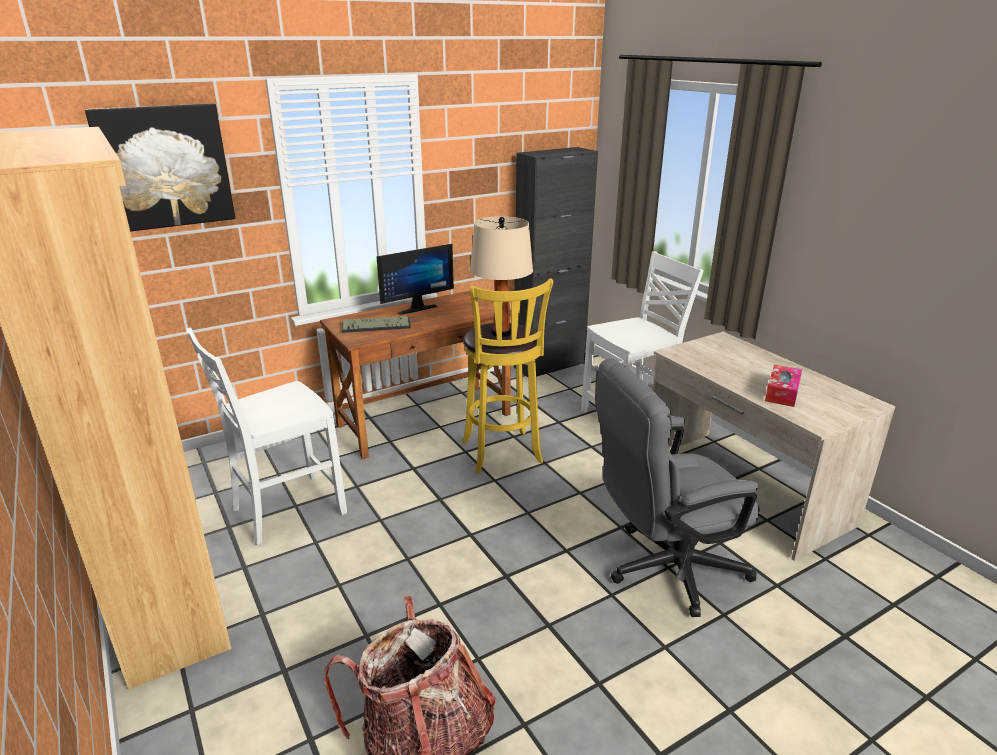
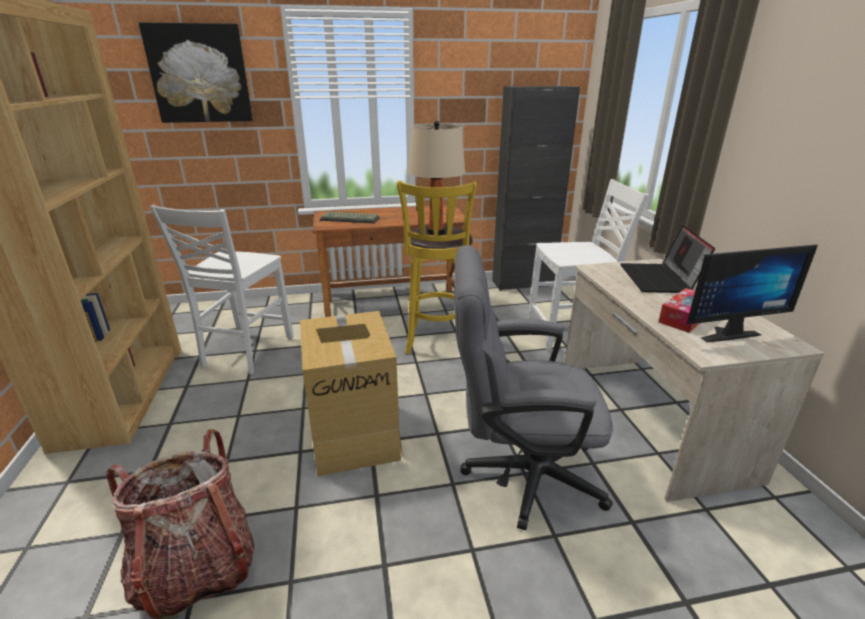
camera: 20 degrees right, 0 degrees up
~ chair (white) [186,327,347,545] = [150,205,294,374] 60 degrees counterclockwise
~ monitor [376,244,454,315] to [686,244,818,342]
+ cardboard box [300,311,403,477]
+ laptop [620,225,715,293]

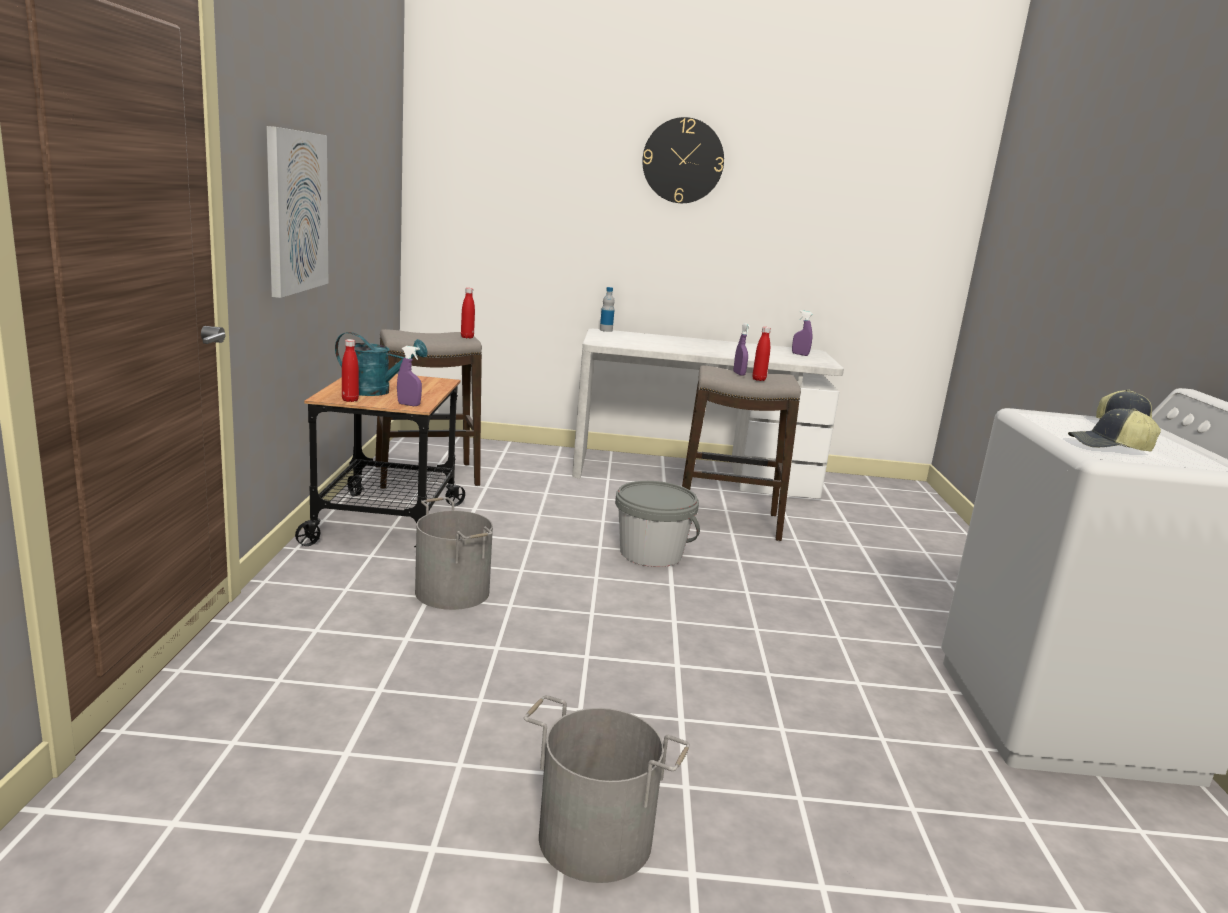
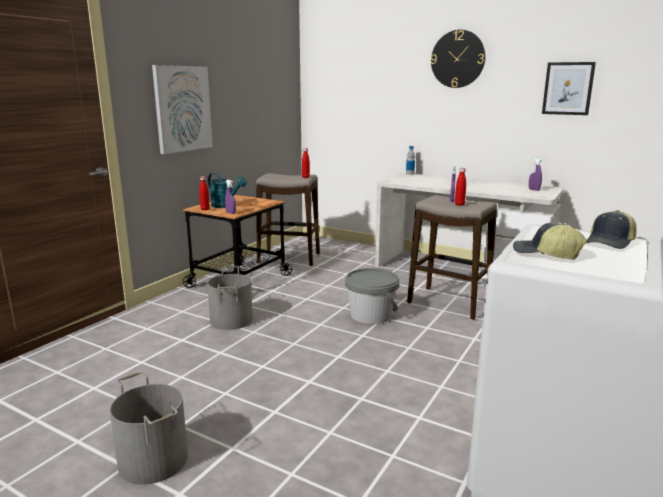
camera: 30 degrees right, 0 degrees up
+ picture [542,62,596,115]

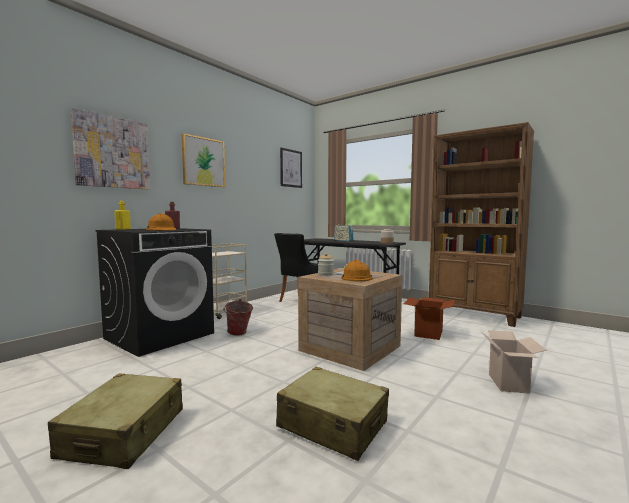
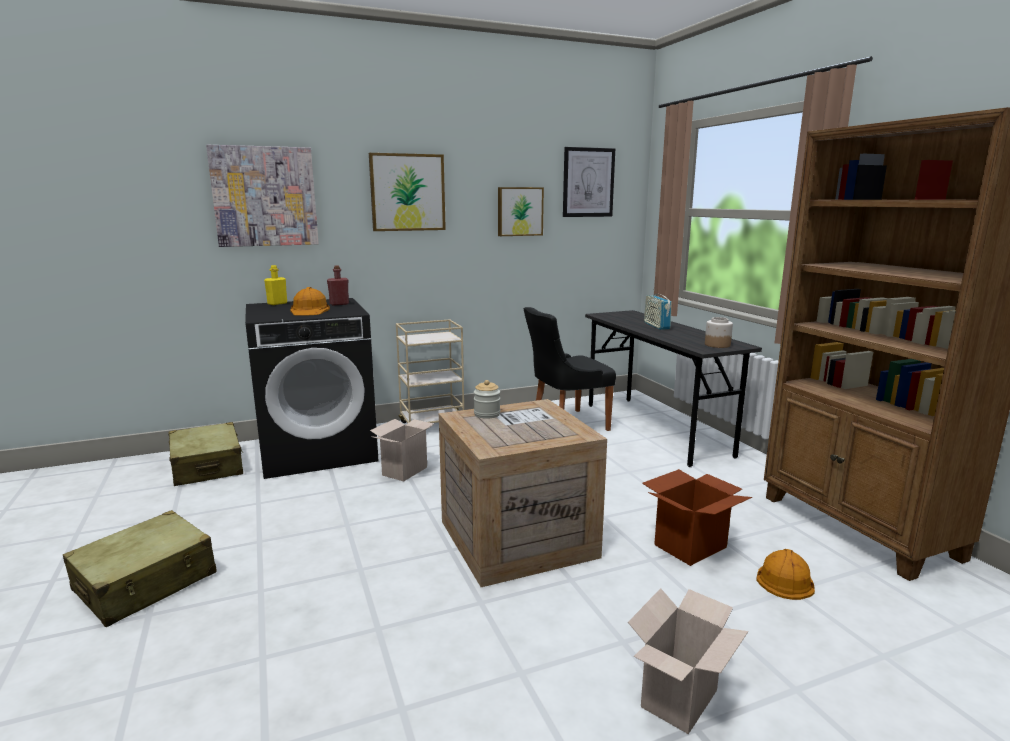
camera: 30 degrees right, 10 degrees up
~ bucket [223,299,253,336] to cardboard box [370,419,433,482]
~ suitcase (beige) [276,367,389,461] to [169,422,243,486]
~ hard hat (orange) [342,260,373,281] to [756,549,815,600]
+ picture [498,187,544,236]

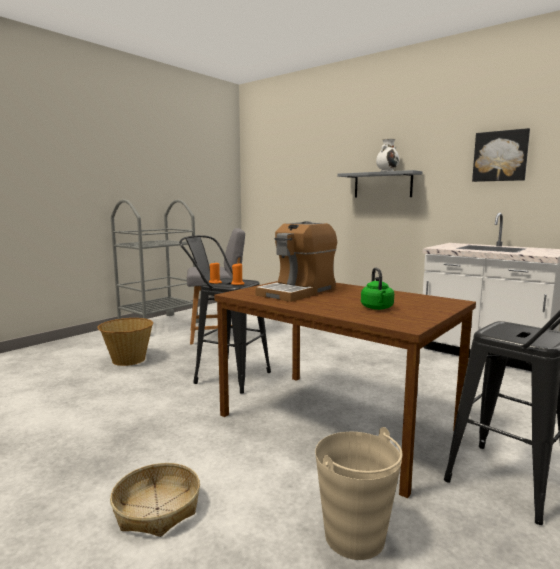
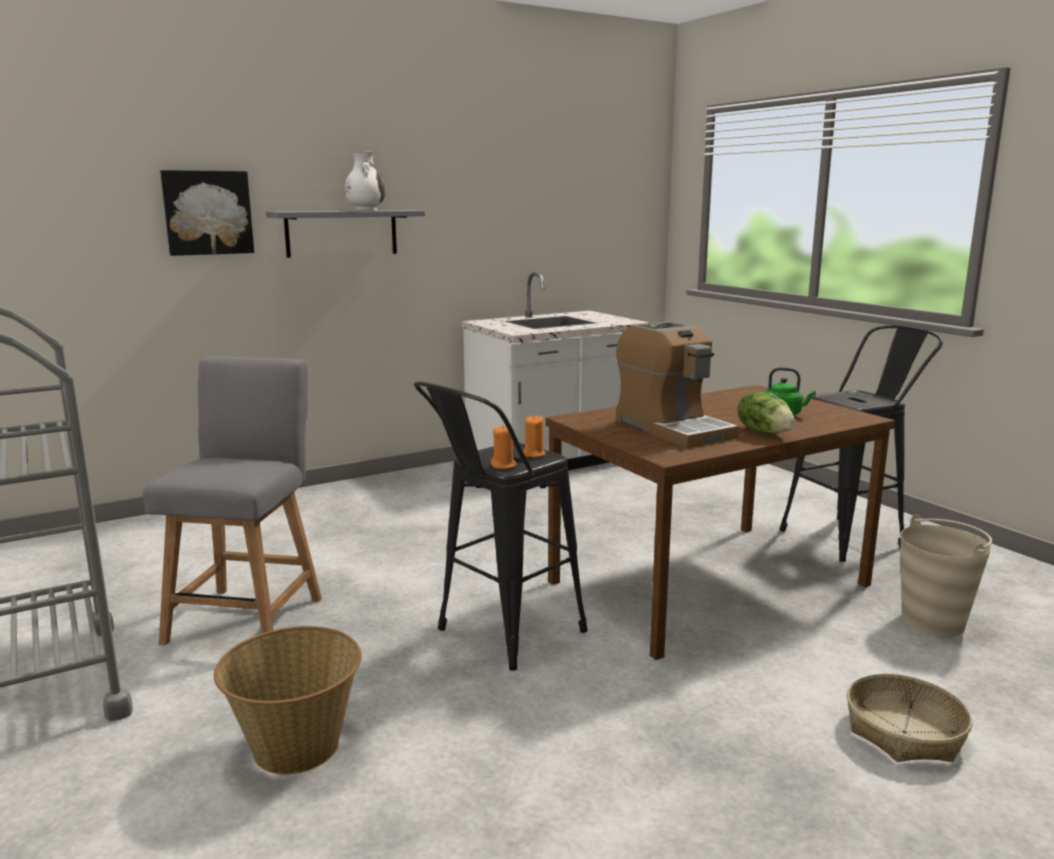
camera: 70 degrees left, 5 degrees up
~ picture [472,128,530,182] to [160,170,254,256]
+ lettuce [738,392,795,434]

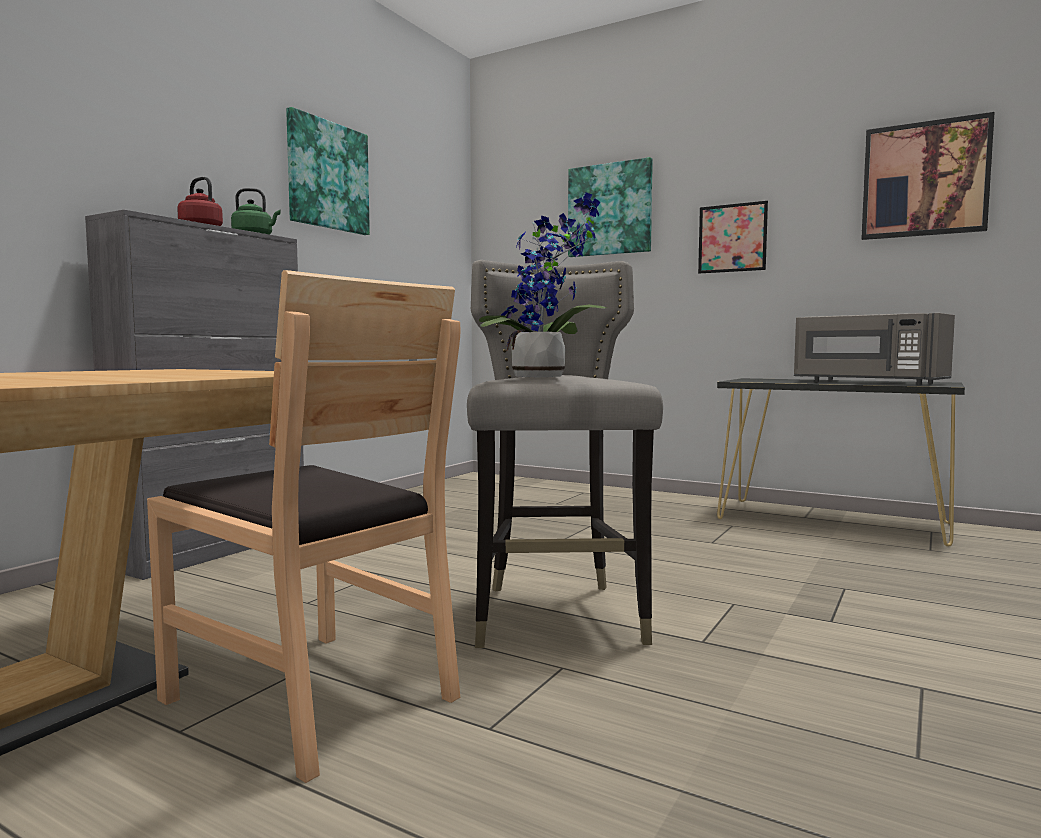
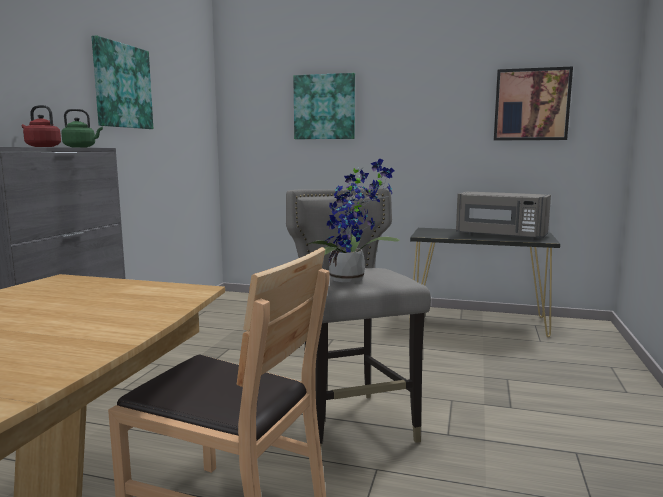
camera: 15 degrees left, 5 degrees up
- picture [698,201,768,273]

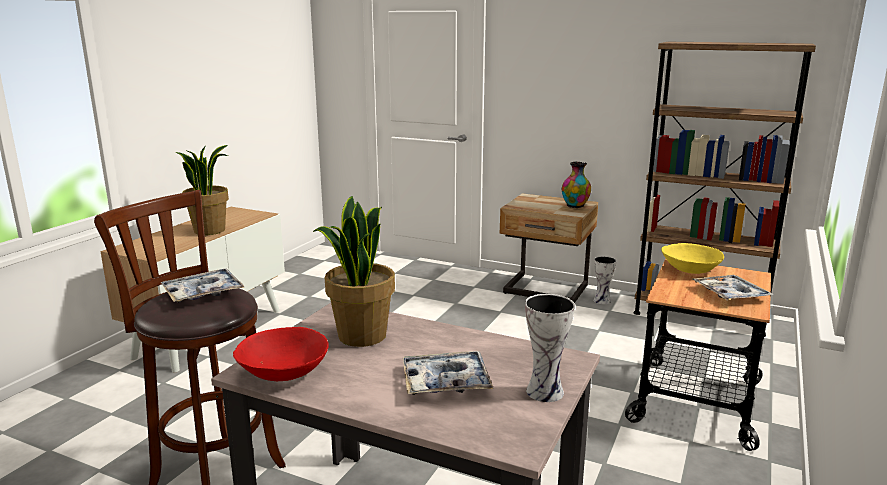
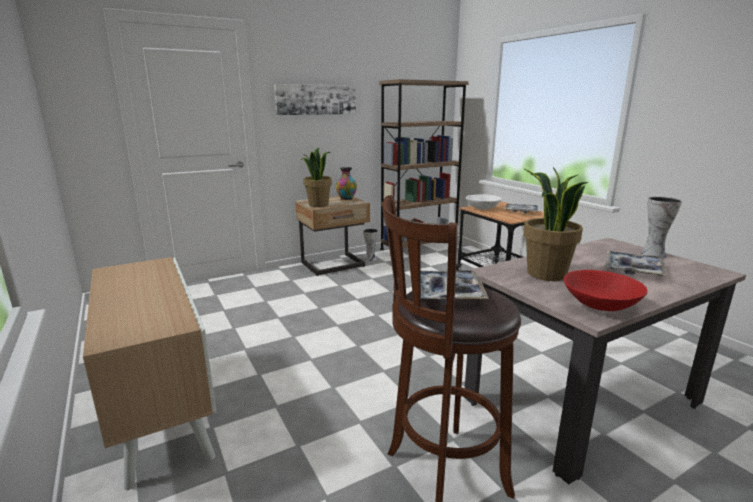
camera: 55 degrees left, 0 degrees up
~ potted plant [176,145,229,235] to [301,148,332,207]
~ bowl (yellow) [661,243,724,274] to bowl (white) [466,194,502,210]
+ picture [274,84,356,115]

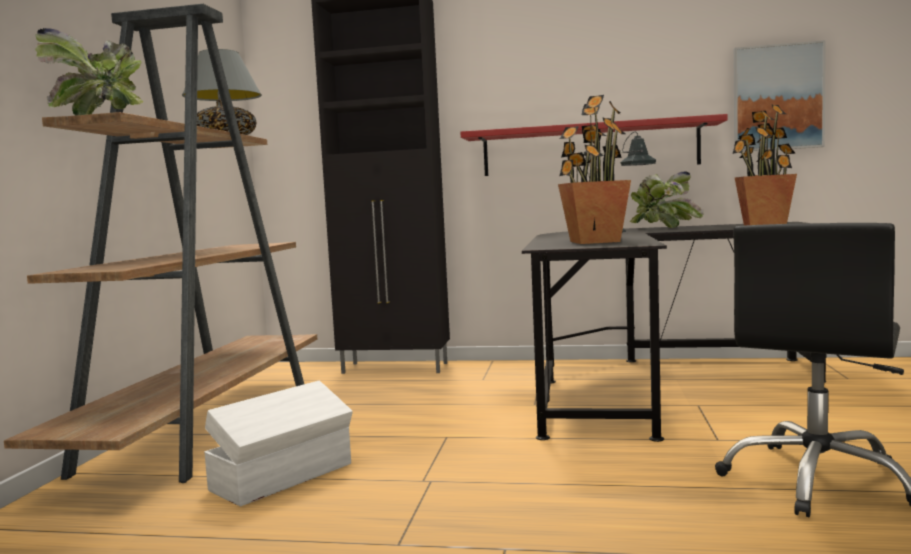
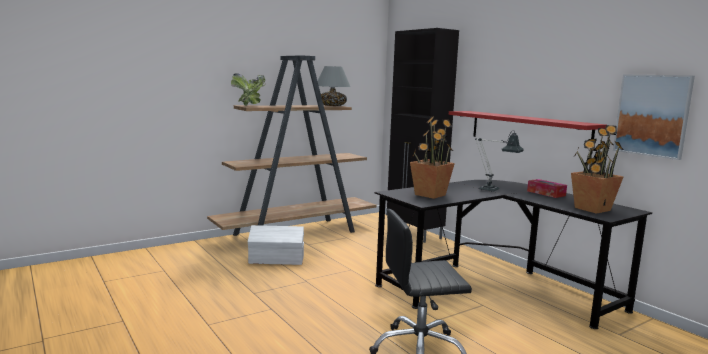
camera: 45 degrees right, 5 degrees up
~ potted plant [630,171,704,228] to tissue box [527,179,567,198]

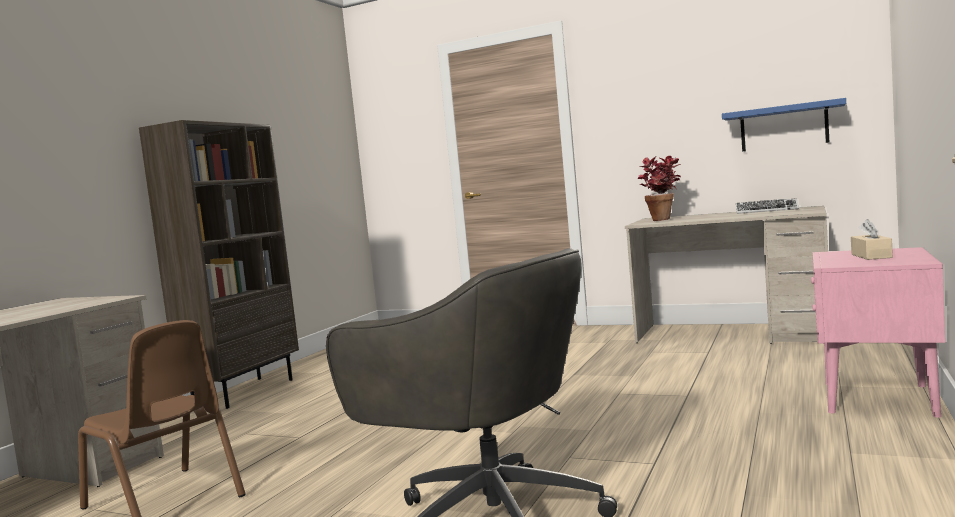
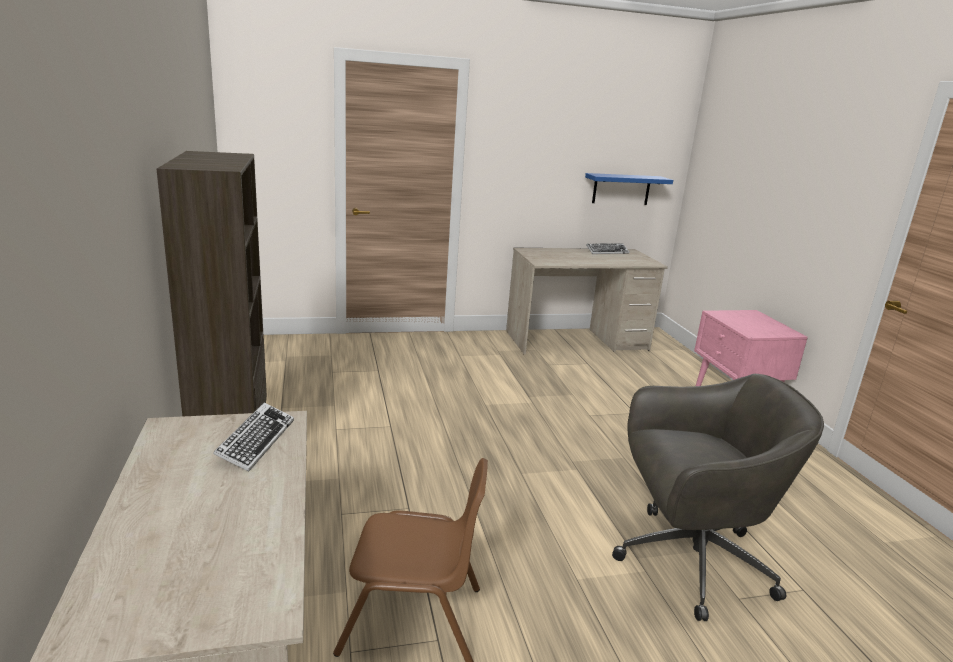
camera: 40 degrees left, 15 degrees up
- potted plant [638,156,681,221]
- tissue box (beige) [851,219,893,260]
+ keyboard [213,403,294,472]

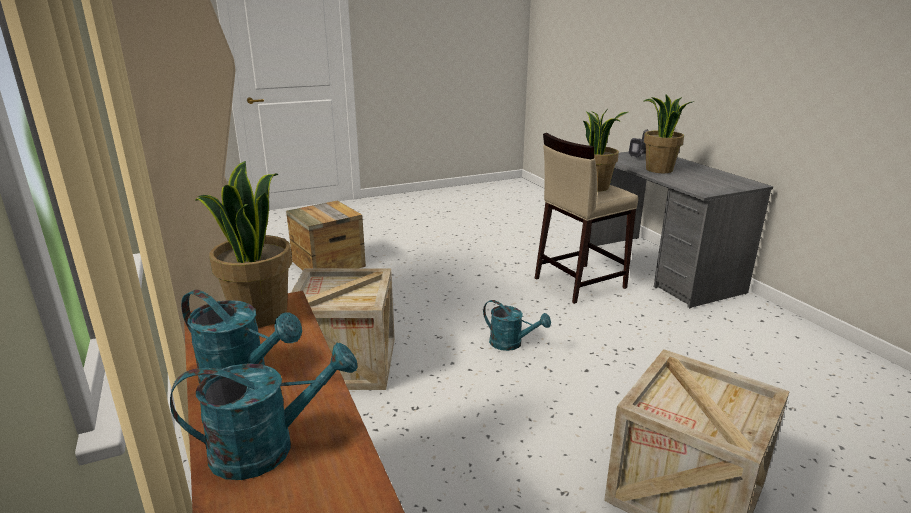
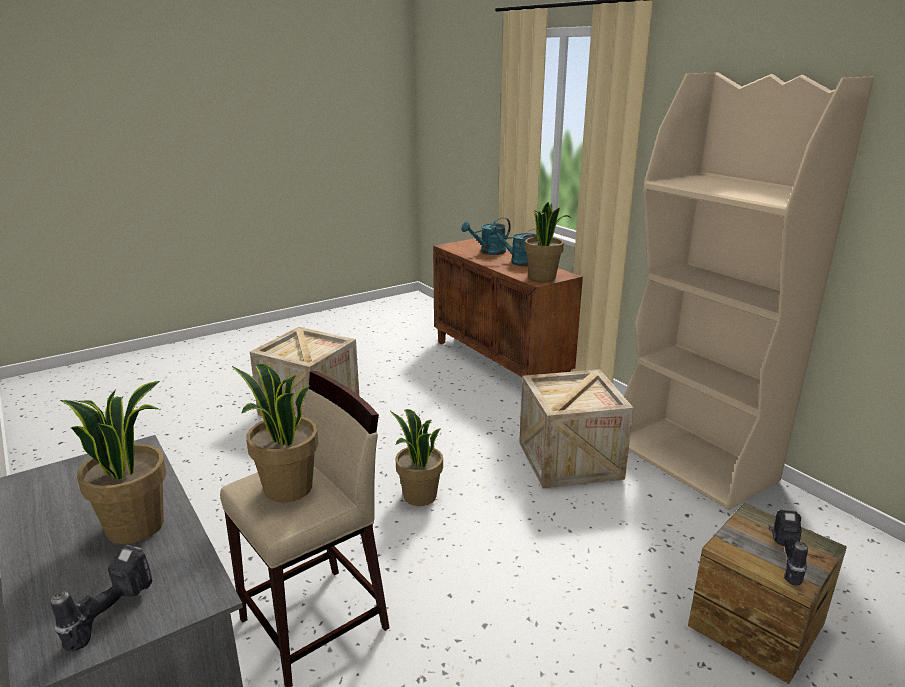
camera: 170 degrees right, 0 degrees up
~ watering can (turquoise) [483,300,551,351] to potted plant [390,409,443,506]
+ power drill [768,510,808,586]

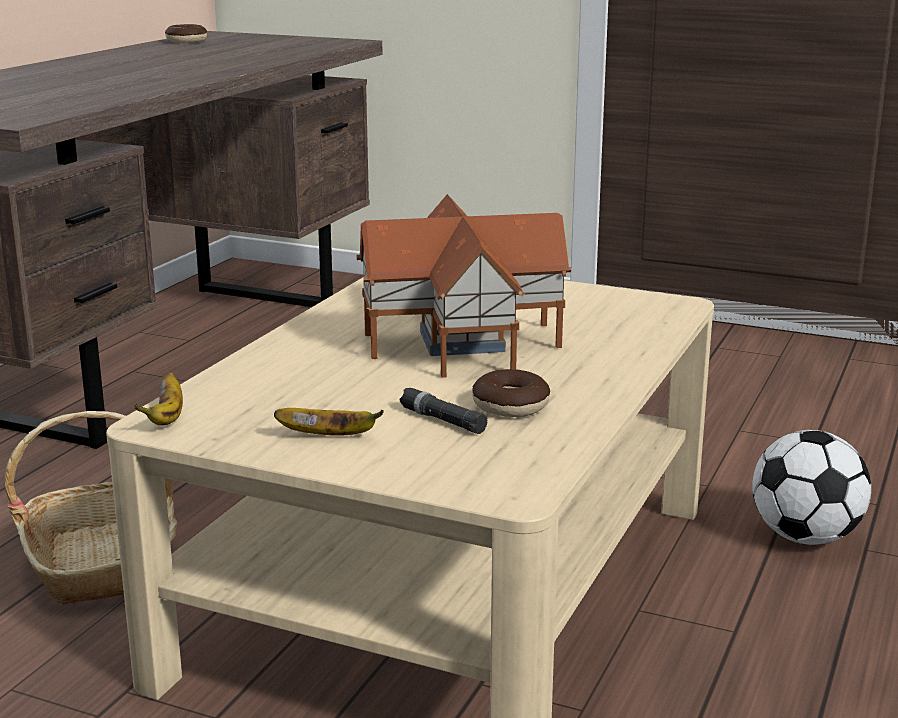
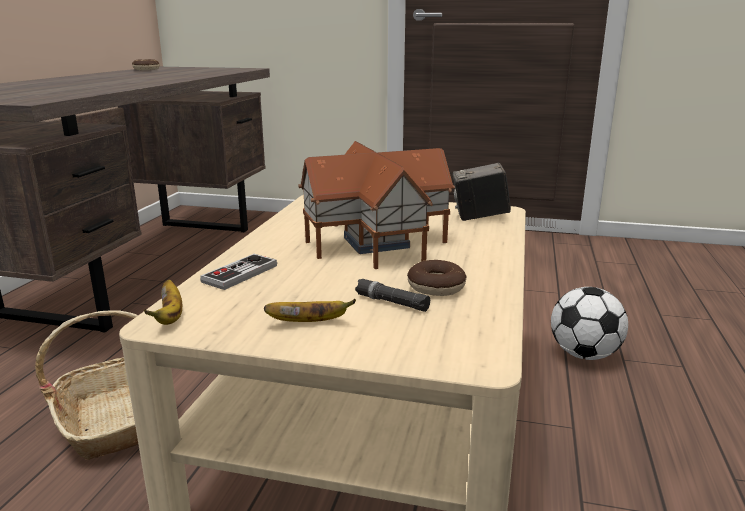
camera: 10 degrees left, 0 degrees up
+ game controller [200,254,277,290]
+ photo camera [452,163,511,221]

